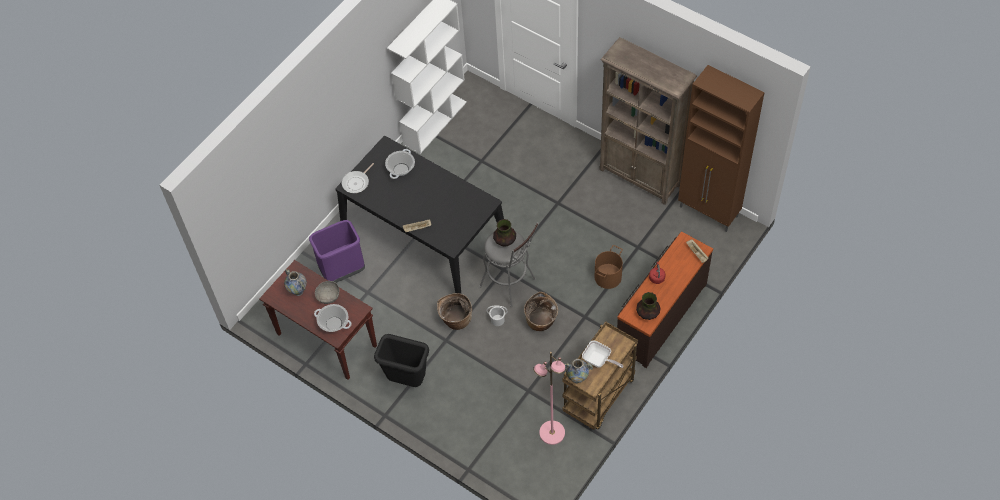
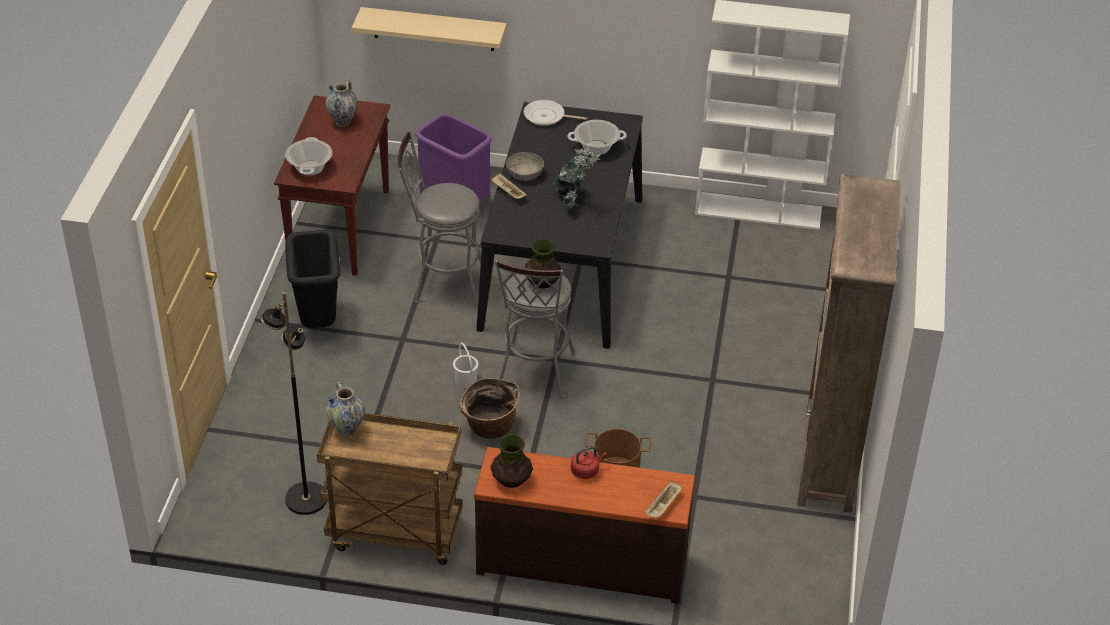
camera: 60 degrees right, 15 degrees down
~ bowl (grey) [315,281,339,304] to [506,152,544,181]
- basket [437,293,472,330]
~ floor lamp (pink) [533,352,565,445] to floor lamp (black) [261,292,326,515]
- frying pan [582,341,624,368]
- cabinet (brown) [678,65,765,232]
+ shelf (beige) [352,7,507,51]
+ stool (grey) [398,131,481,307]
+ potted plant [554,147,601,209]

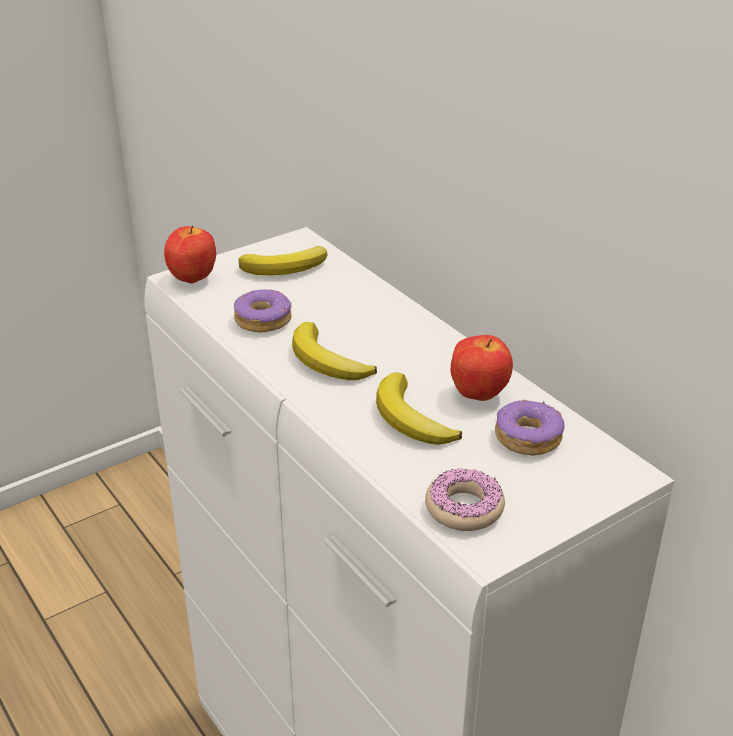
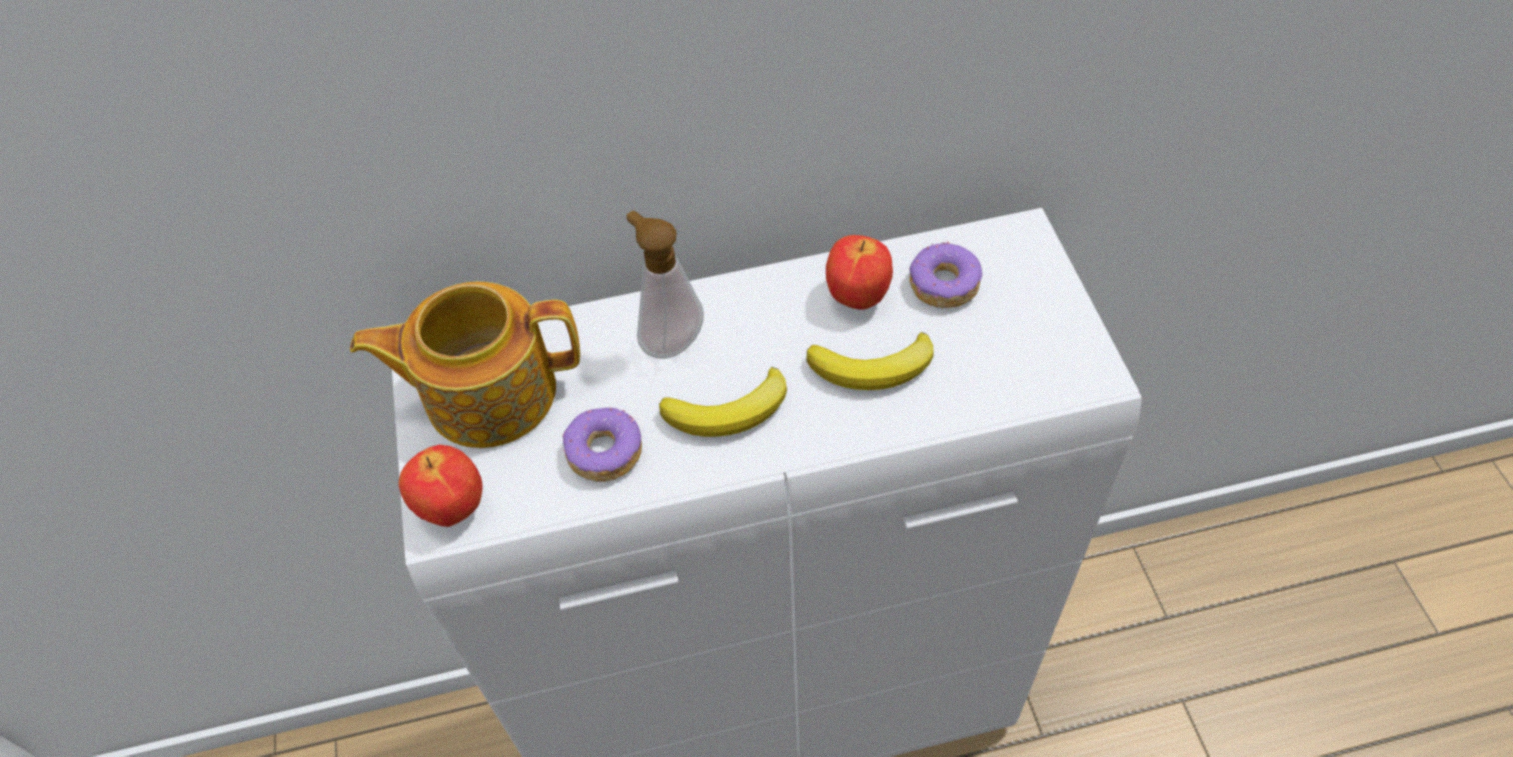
camera: 65 degrees left, 20 degrees up
~ banana [238,246,327,275] to teapot [350,281,580,448]
- donut [425,469,505,531]
+ soap dispenser [626,210,704,359]

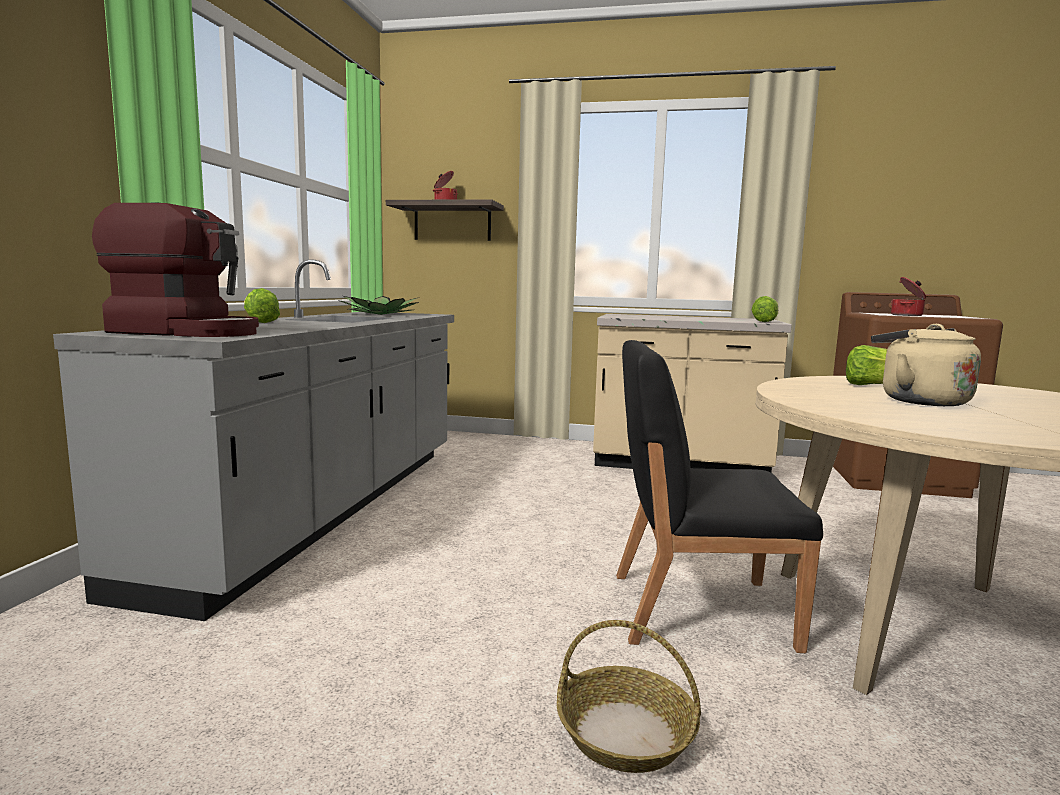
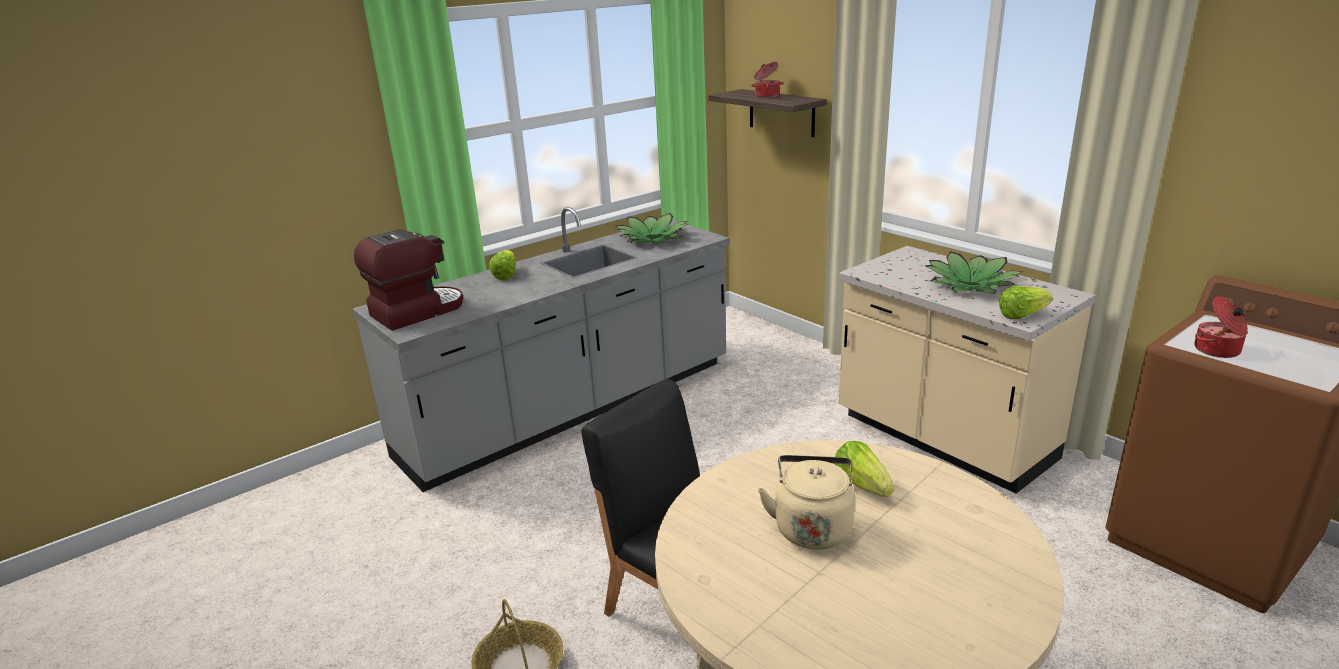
camera: 40 degrees right, 15 degrees up
~ coffee machine [92,203,259,337] = [354,229,463,331] 90 degrees counterclockwise
+ potted plant [926,251,1023,294]

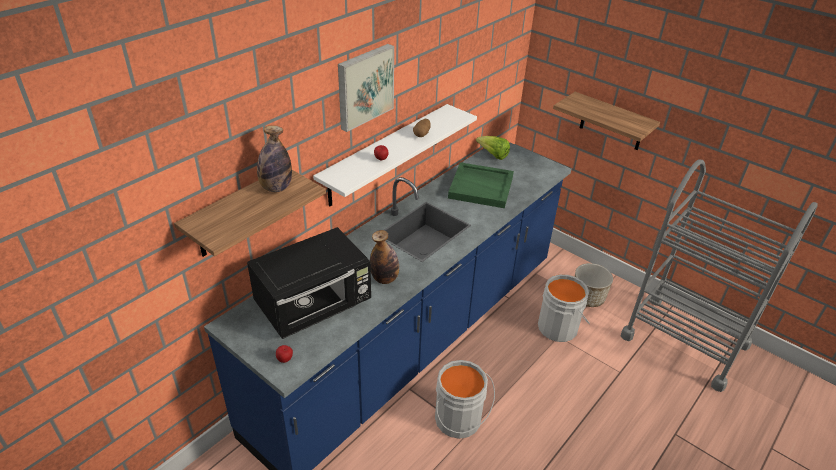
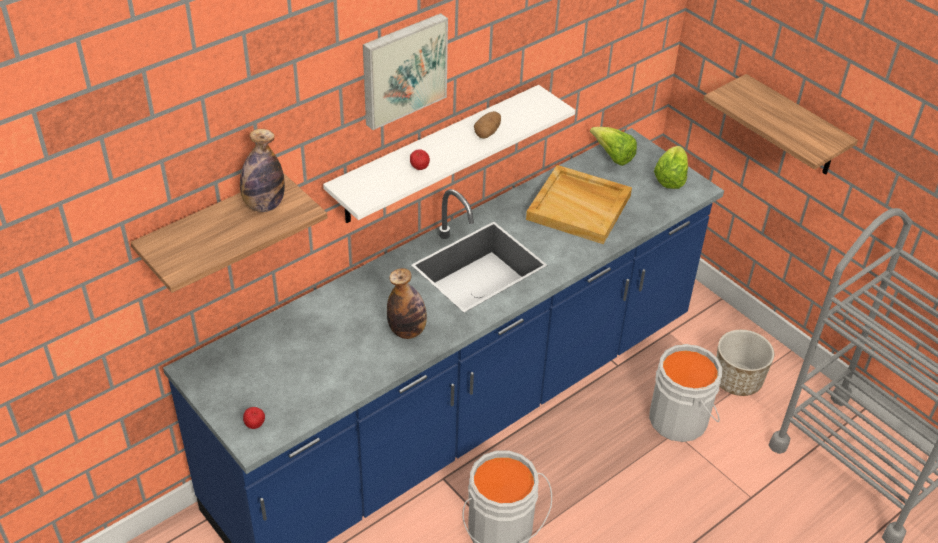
camera: 10 degrees right, 5 degrees up
- microwave (black) [247,227,371,339]
~ tray (green) [448,162,514,208] to tray (beige) [526,165,632,244]
+ lettuce [654,146,688,189]

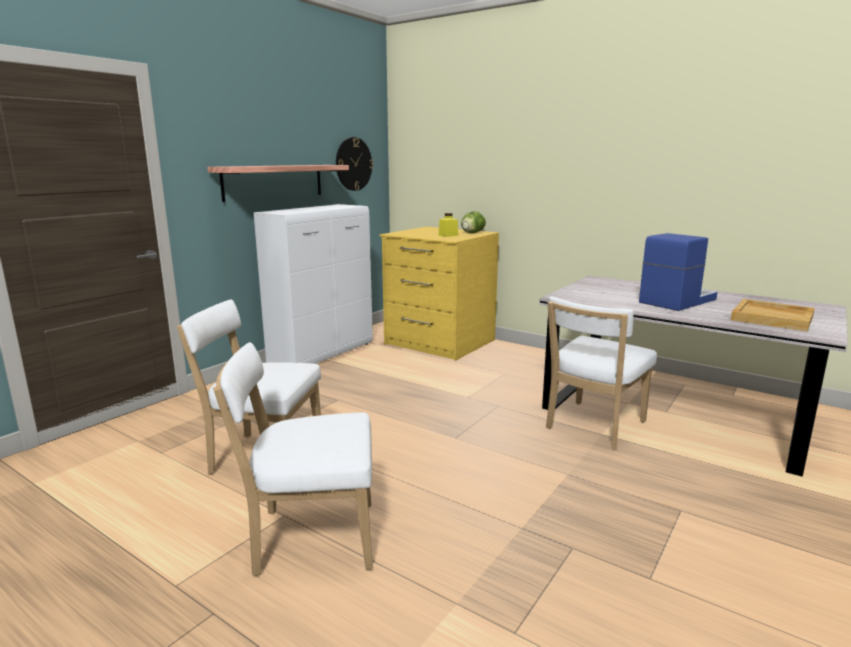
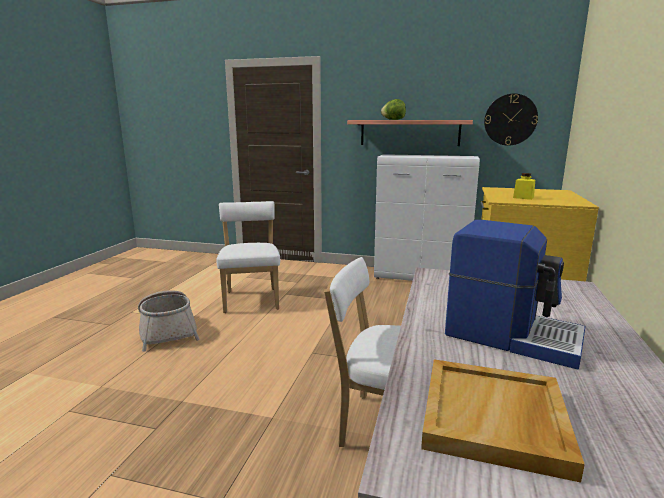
camera: 70 degrees right, 0 degrees up
~ chair (white) [213,342,373,577] to basket [138,290,200,351]
~ lettuce [461,211,486,234] to [381,99,406,120]

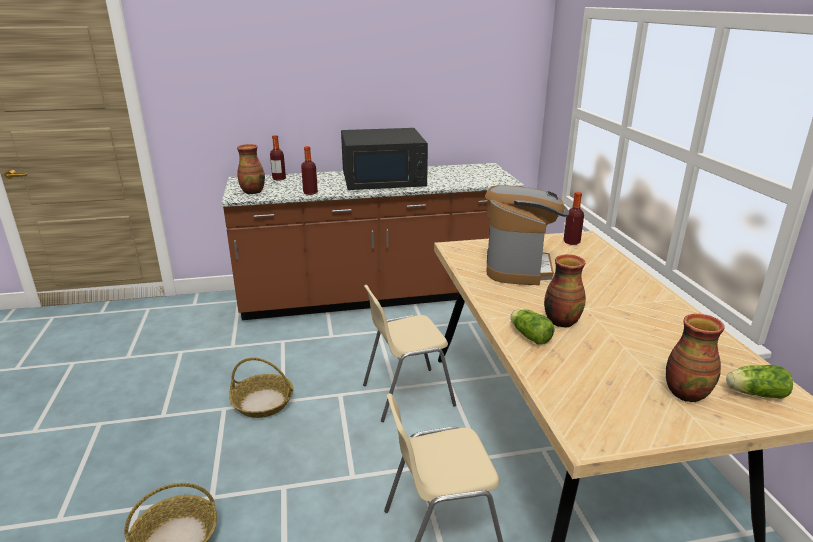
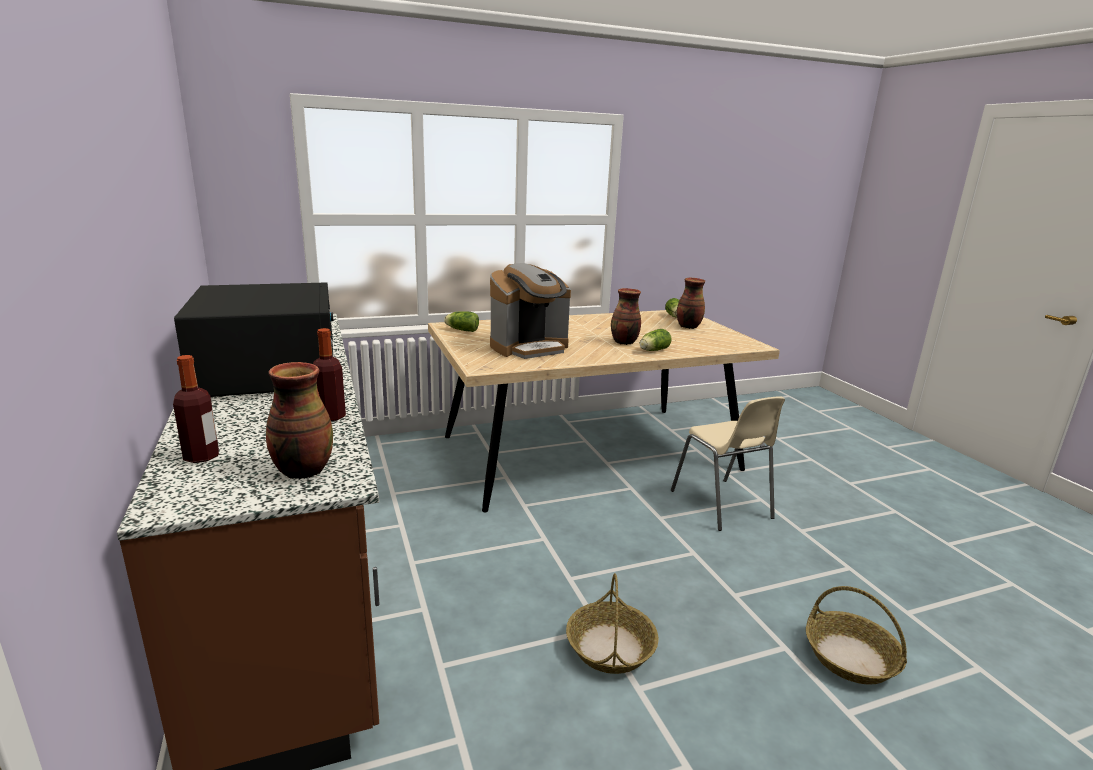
camera: 100 degrees left, 5 degrees down
- chair (beige) [363,285,456,422]
~ coffee machine [485,185,569,285] = [490,263,571,359] 150 degrees clockwise
~ bottle [563,192,584,245] to lettuce [444,312,479,332]

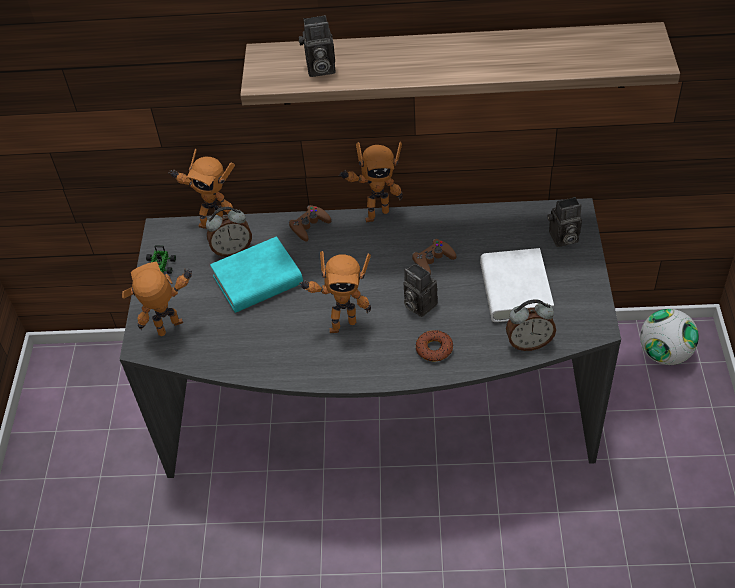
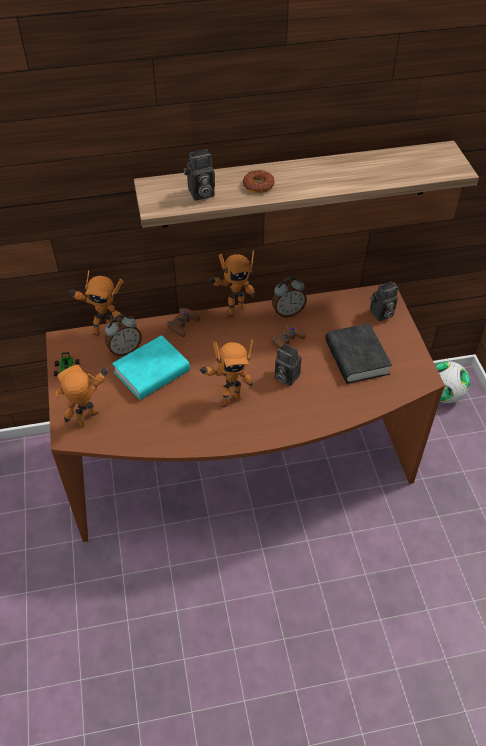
camera: 15 degrees left, 0 degrees up
~ desk (grey) [119,198,621,478] to desk (brown) [46,282,445,542]
~ donut [415,330,453,362] to [243,170,275,193]
~ book (white) [480,248,554,322] to book (black) [325,323,392,384]
~ alarm clock [506,299,556,351] to [272,277,307,317]

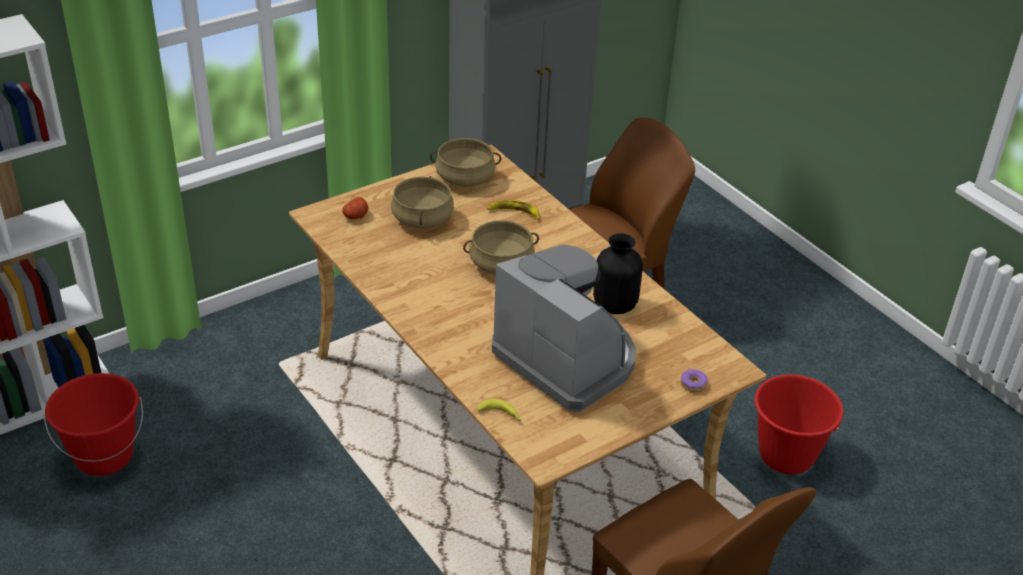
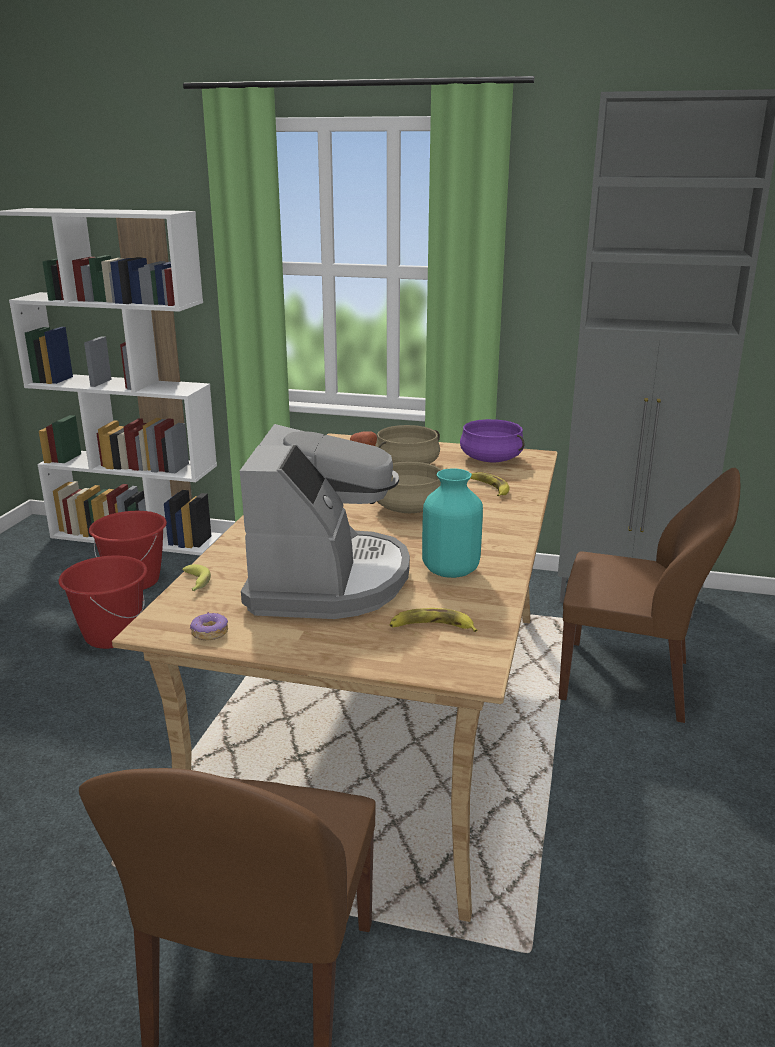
camera: 50 degrees right, 15 degrees down
~ cooking pot (beige) [430,138,501,187] to cooking pot (purple) [460,419,524,462]
~ vase (black) [593,233,643,314] to vase (turquoise) [422,468,483,578]
~ donut [681,369,708,392] to [190,612,228,641]
~ bucket (red) [755,374,843,475] to [59,556,147,649]
+ banana [390,608,478,632]

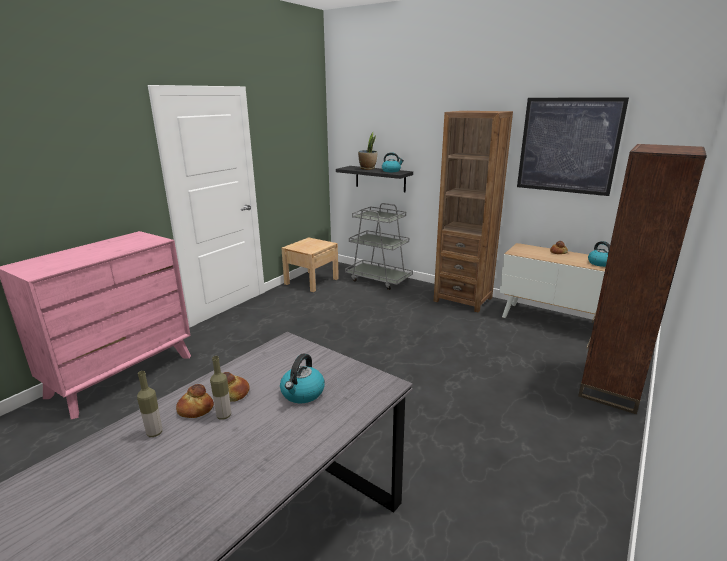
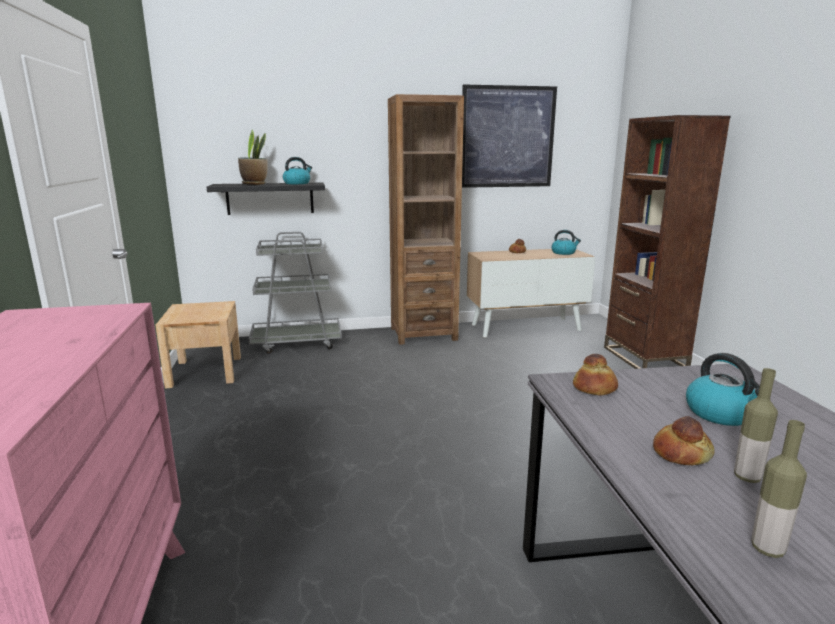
camera: 45 degrees left, 5 degrees down
~ bread [176,384,214,418] to [573,354,618,396]

